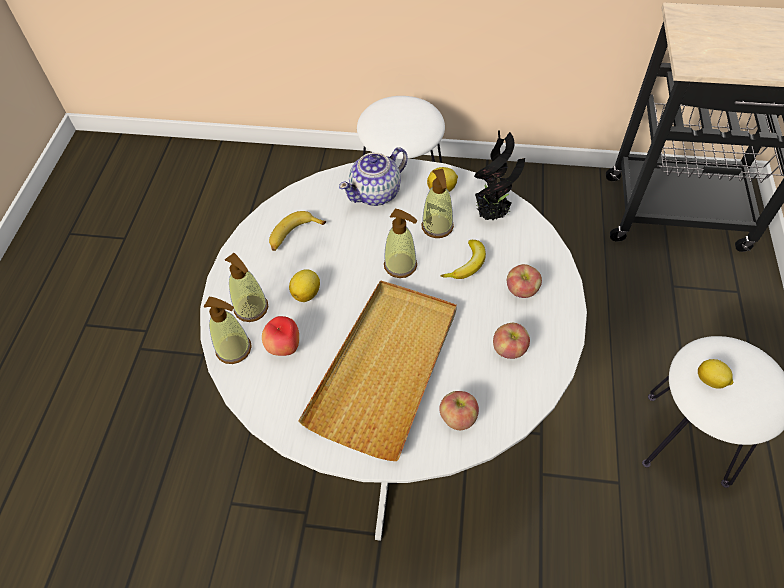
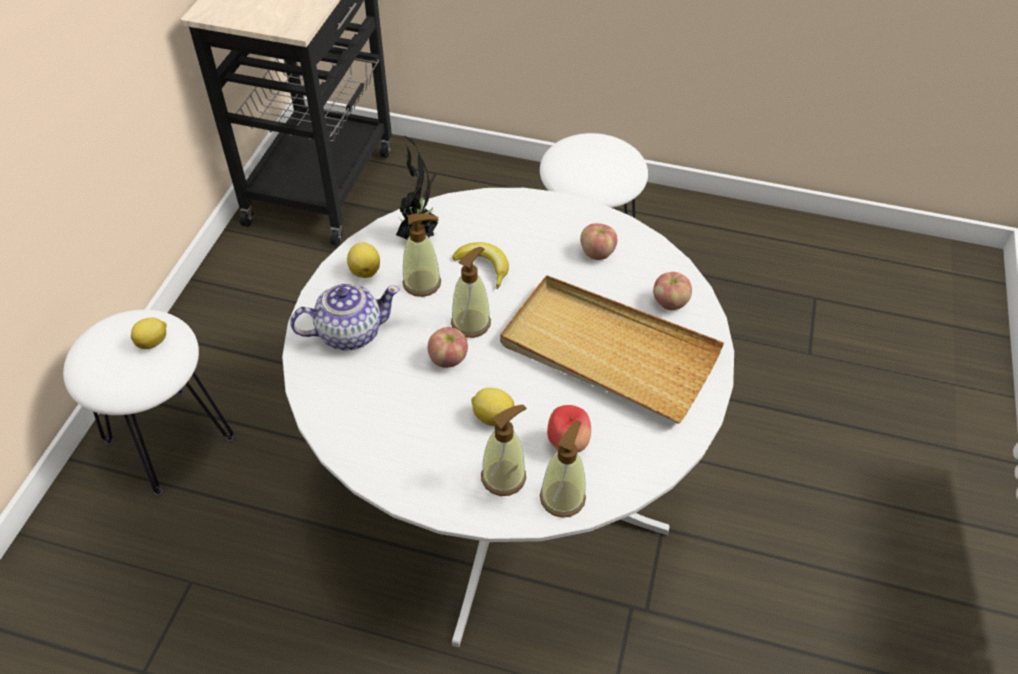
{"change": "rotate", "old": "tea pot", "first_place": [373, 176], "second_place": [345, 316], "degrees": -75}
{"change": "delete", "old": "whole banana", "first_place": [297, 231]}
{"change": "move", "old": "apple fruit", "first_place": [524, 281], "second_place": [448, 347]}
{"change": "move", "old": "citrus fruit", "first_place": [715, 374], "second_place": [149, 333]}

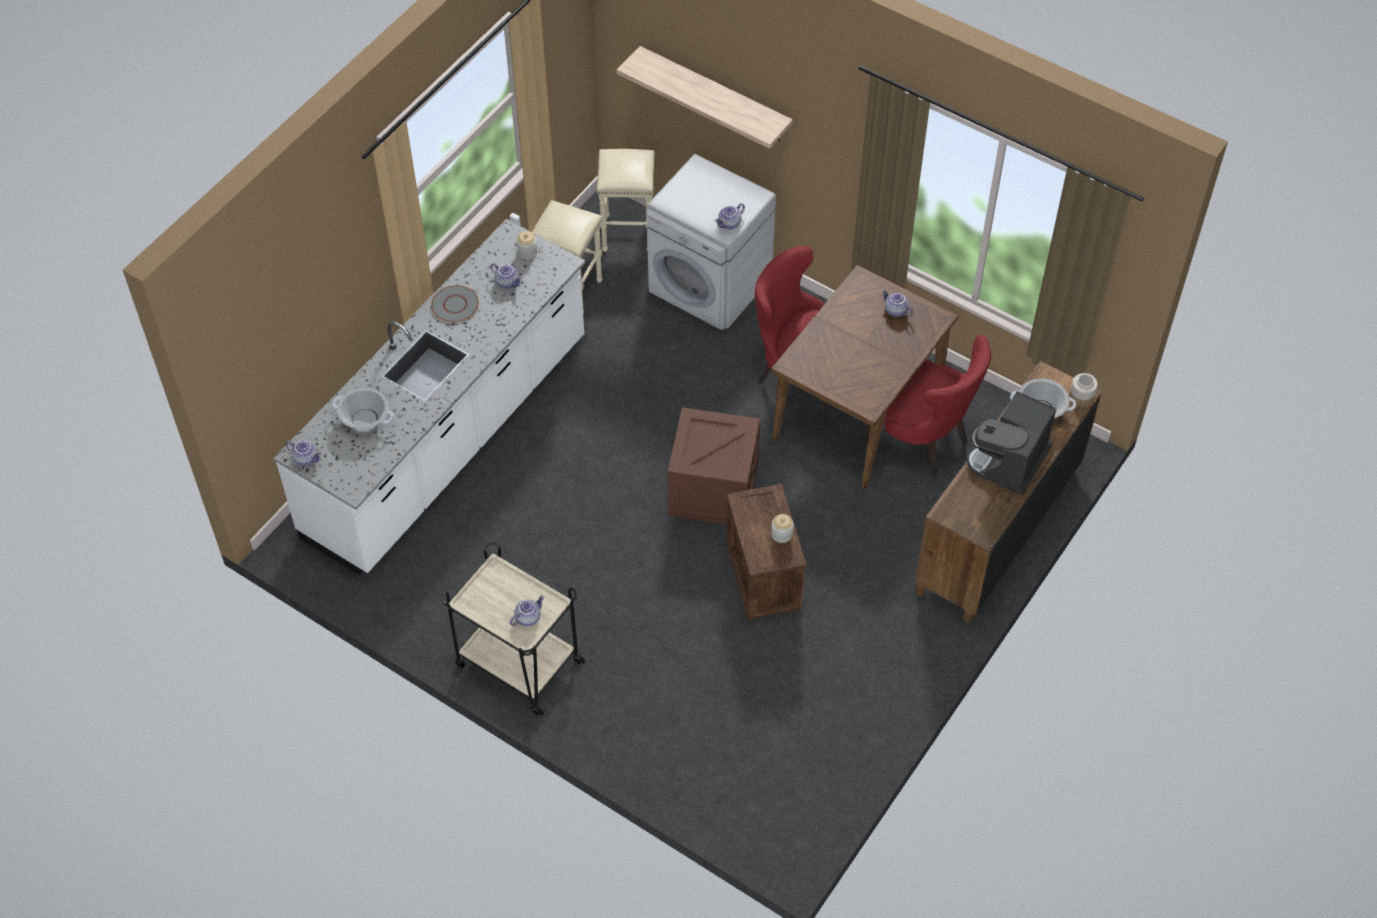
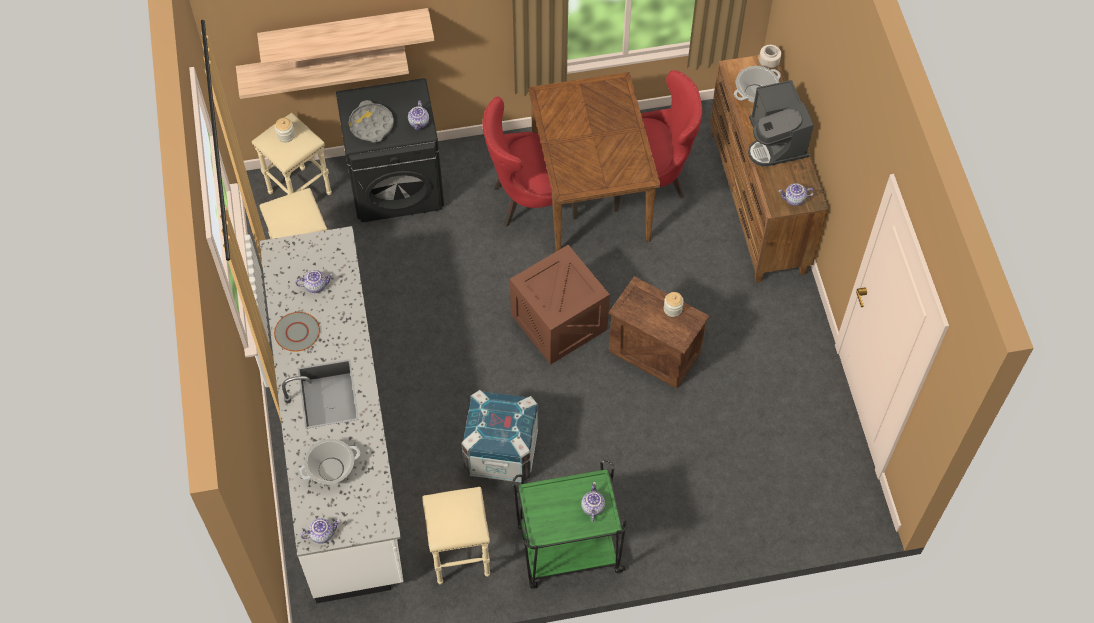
{"change": "recolor", "old": "washing machine (white-coloured)", "new": "washing machine (black-coloured)", "first_place": [711, 242], "second_place": [390, 150]}
{"change": "move", "old": "jar", "first_place": [527, 245], "second_place": [285, 130]}
{"change": "move", "old": "tea pot", "first_place": [897, 303], "second_place": [796, 194]}
{"change": "recolor", "old": "cart (sand-coloured)", "new": "cart (green)", "first_place": [513, 629], "second_place": [570, 524]}
{"change": "insert", "new": "bracket shelf", "second_place": [322, 72]}
{"change": "insert", "new": "serving tray (gray)", "second_place": [371, 121]}
{"change": "insert", "new": "packing crate", "second_place": [499, 436]}
{"change": "insert", "new": "stool (sand-coloured)", "second_place": [456, 536]}

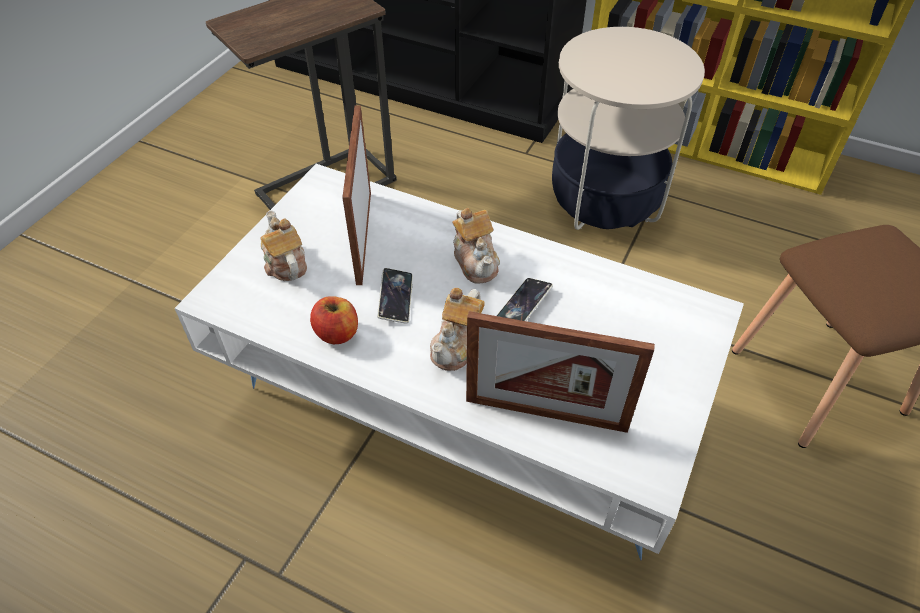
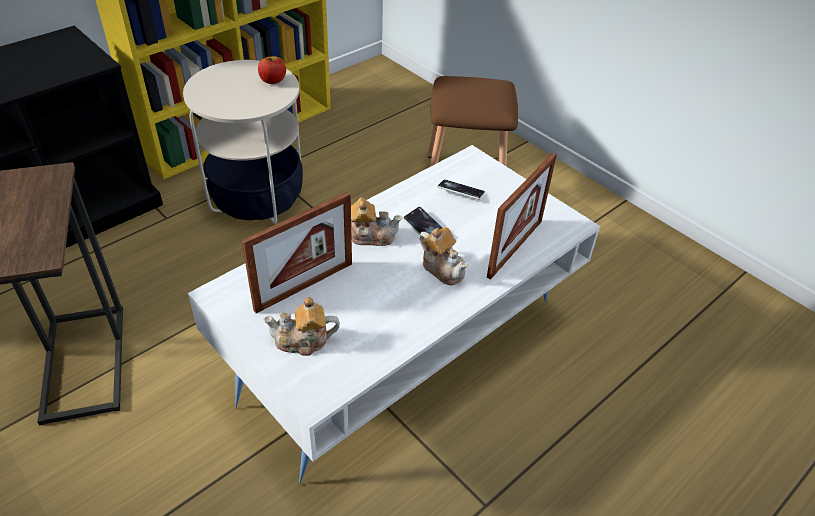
{"change": "rotate", "old": "standing frame", "first_place": [356, 195], "second_place": [296, 253], "degrees": -60}
{"change": "move", "old": "telephone", "first_place": [395, 296], "second_place": [461, 189]}
{"change": "move", "old": "apple fruit", "first_place": [334, 320], "second_place": [272, 70]}

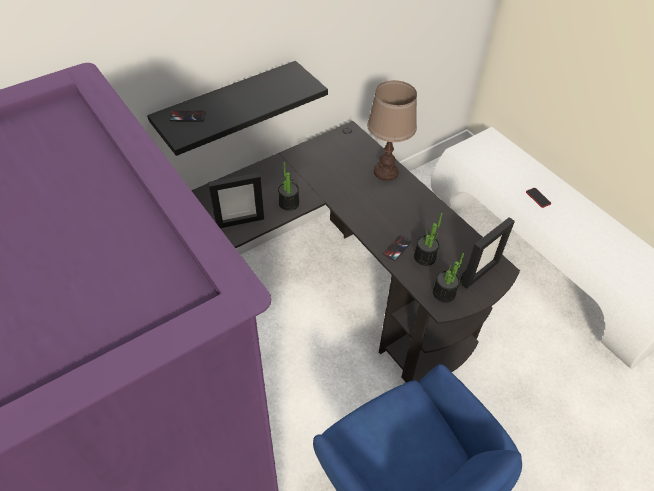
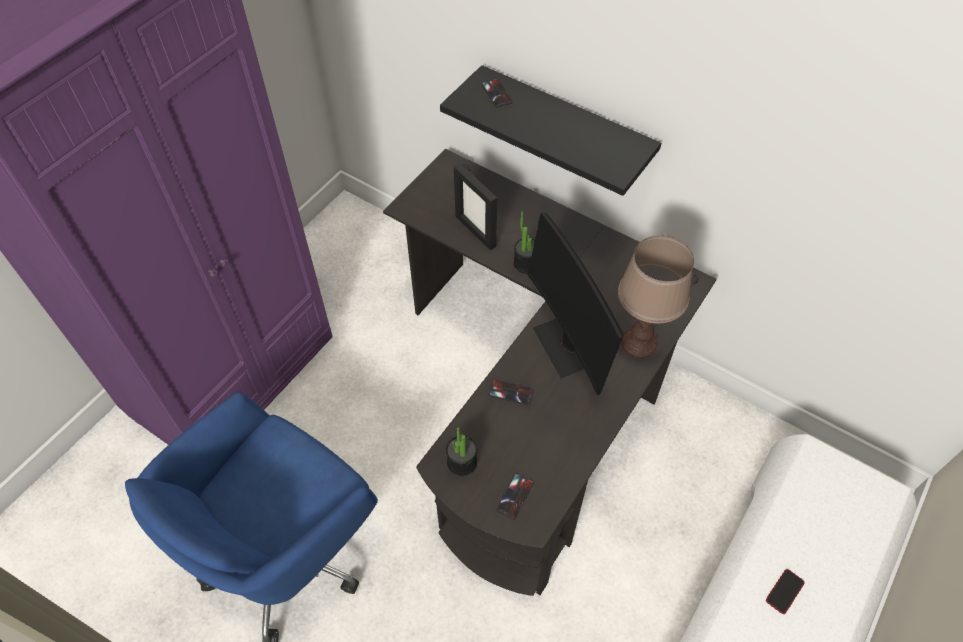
{"change": "delete", "old": "plant in a pot", "first_place": [428, 239]}
{"change": "replace", "old": "standing frame", "new": "telephone", "first_place": [487, 253], "second_place": [515, 496]}
{"change": "insert", "new": "computer screen", "second_place": [576, 303]}

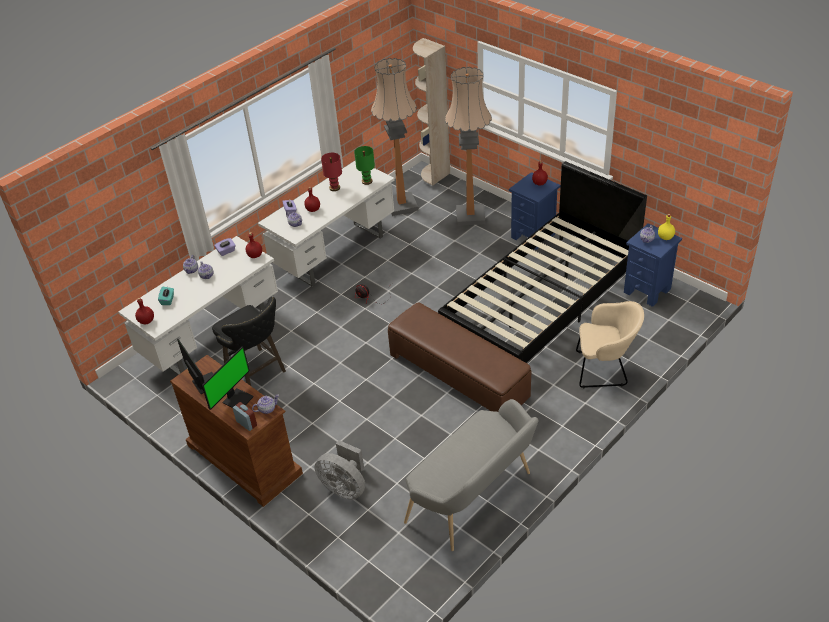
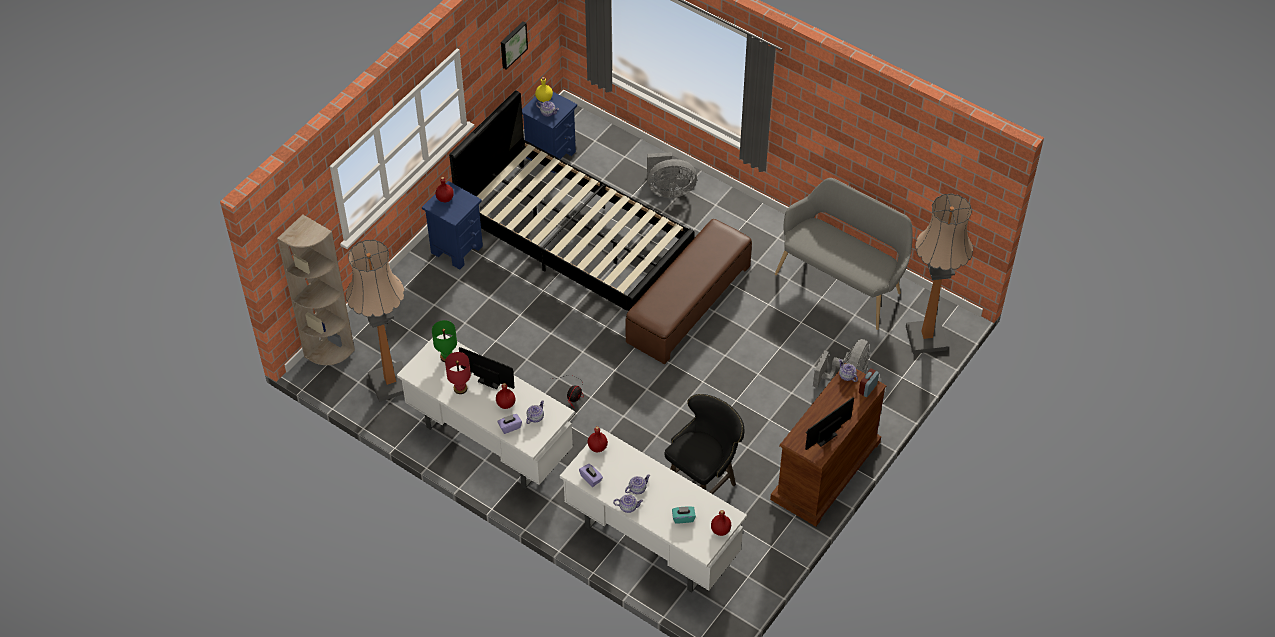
{"change": "move", "old": "standing lamp", "first_place": [468, 146], "second_place": [939, 273]}
{"change": "replace", "old": "lounge chair (sand-coloured)", "new": "fan (gray)", "first_place": [610, 345], "second_place": [672, 175]}
{"change": "move", "old": "computer screen", "first_place": [228, 378], "second_place": [487, 368]}
{"change": "insert", "new": "picture", "second_place": [514, 46]}

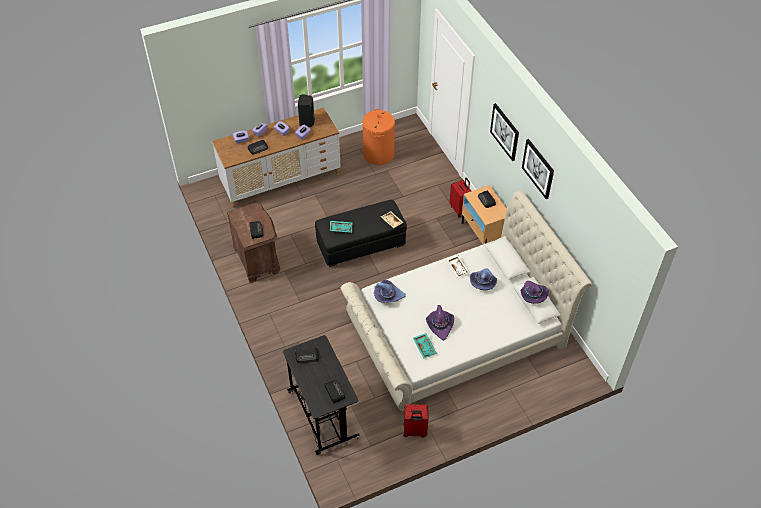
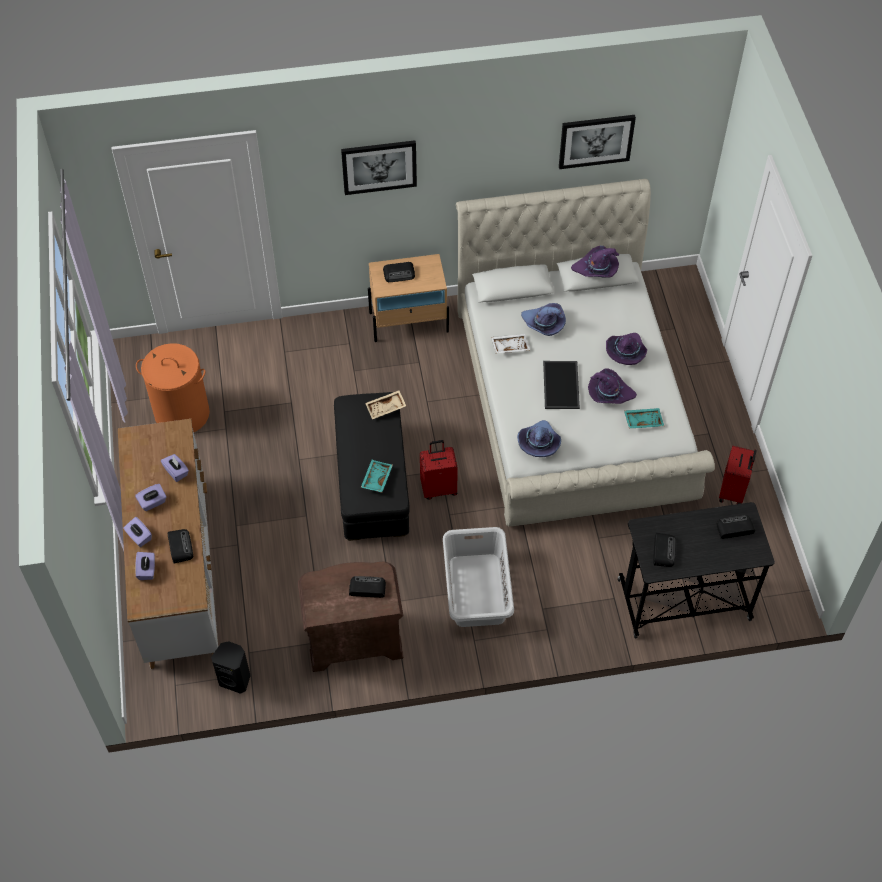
{"change": "move", "old": "audio speaker (black-coloured)", "first_place": [306, 110], "second_place": [231, 667]}
{"change": "move", "old": "picture", "first_place": [538, 169], "second_place": [597, 142]}
{"change": "move", "old": "travel case (red)", "first_place": [460, 198], "second_place": [439, 470]}
{"change": "insert", "new": "clothing hat (purple-coloured)", "second_place": [626, 349]}
{"change": "insert", "new": "serving tray", "second_place": [561, 385]}
{"change": "insert", "new": "laundry basket (gray)", "second_place": [478, 577]}

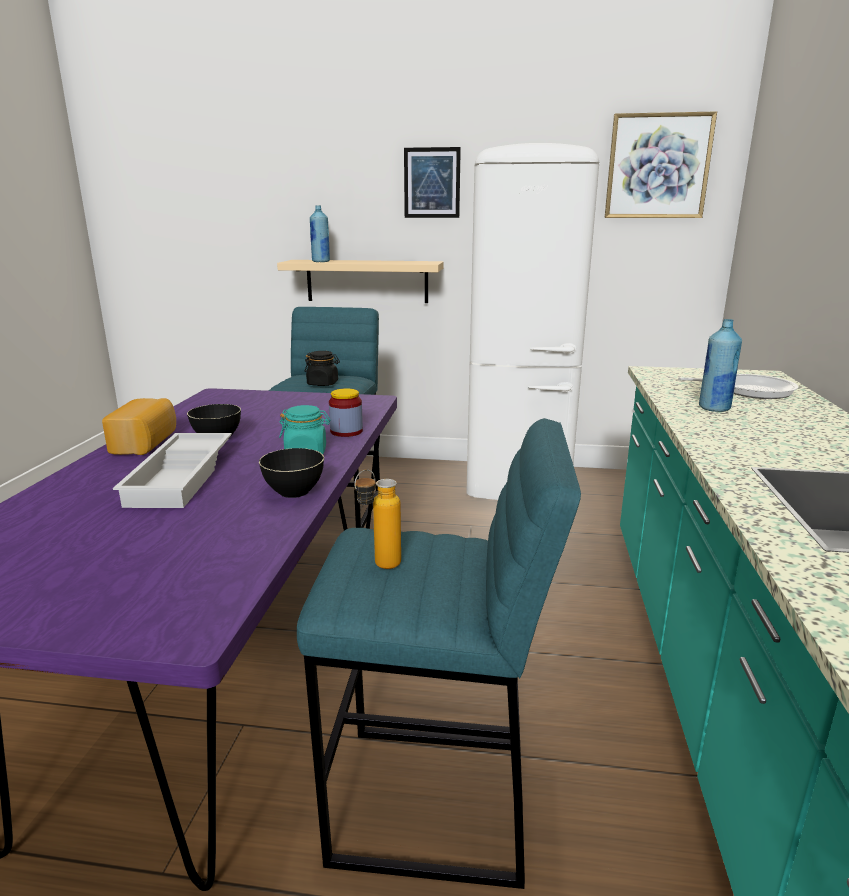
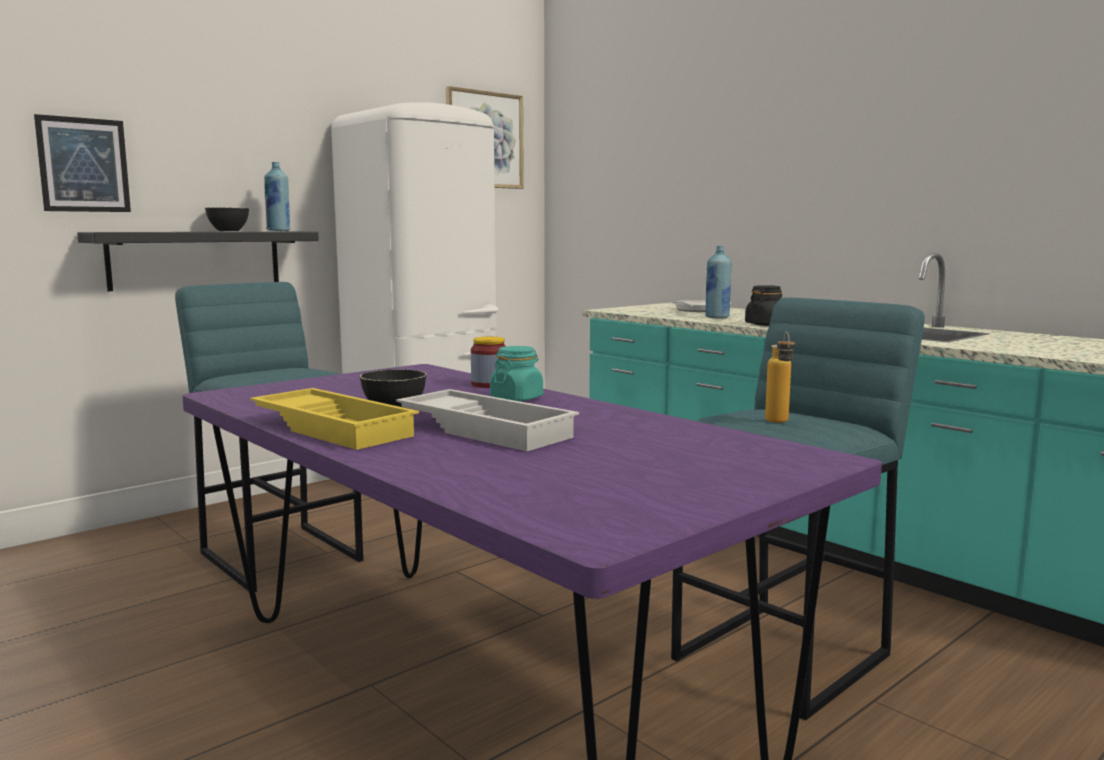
{"change": "move", "old": "picture", "first_place": [432, 182], "second_place": [82, 163]}
{"change": "move", "old": "bottle (blue)", "first_place": [320, 233], "second_place": [277, 196]}
{"change": "recolor", "old": "bracket shelf (sand-coloured)", "new": "bracket shelf (black-coloured)", "first_place": [360, 281], "second_place": [198, 261]}
{"change": "move", "old": "jar (black-coloured)", "first_place": [322, 368], "second_place": [763, 305]}
{"change": "replace", "old": "bakery bread", "new": "serving tray (yellow)", "first_place": [139, 426], "second_place": [334, 419]}
{"change": "move", "old": "serving bowl (black-coloured)", "first_place": [291, 473], "second_place": [227, 219]}

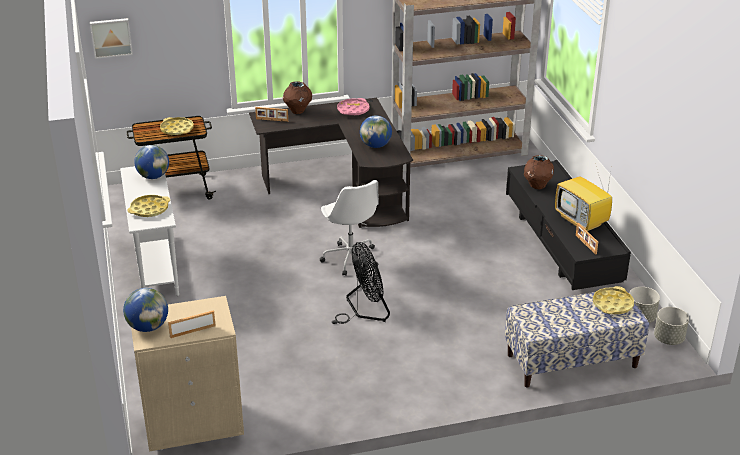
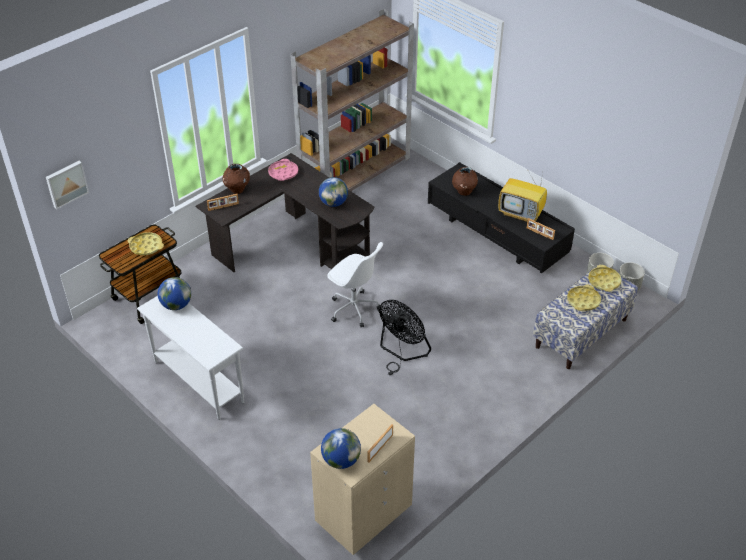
{"change": "move", "old": "serving tray (yellow)", "first_place": [148, 206], "second_place": [584, 298]}

